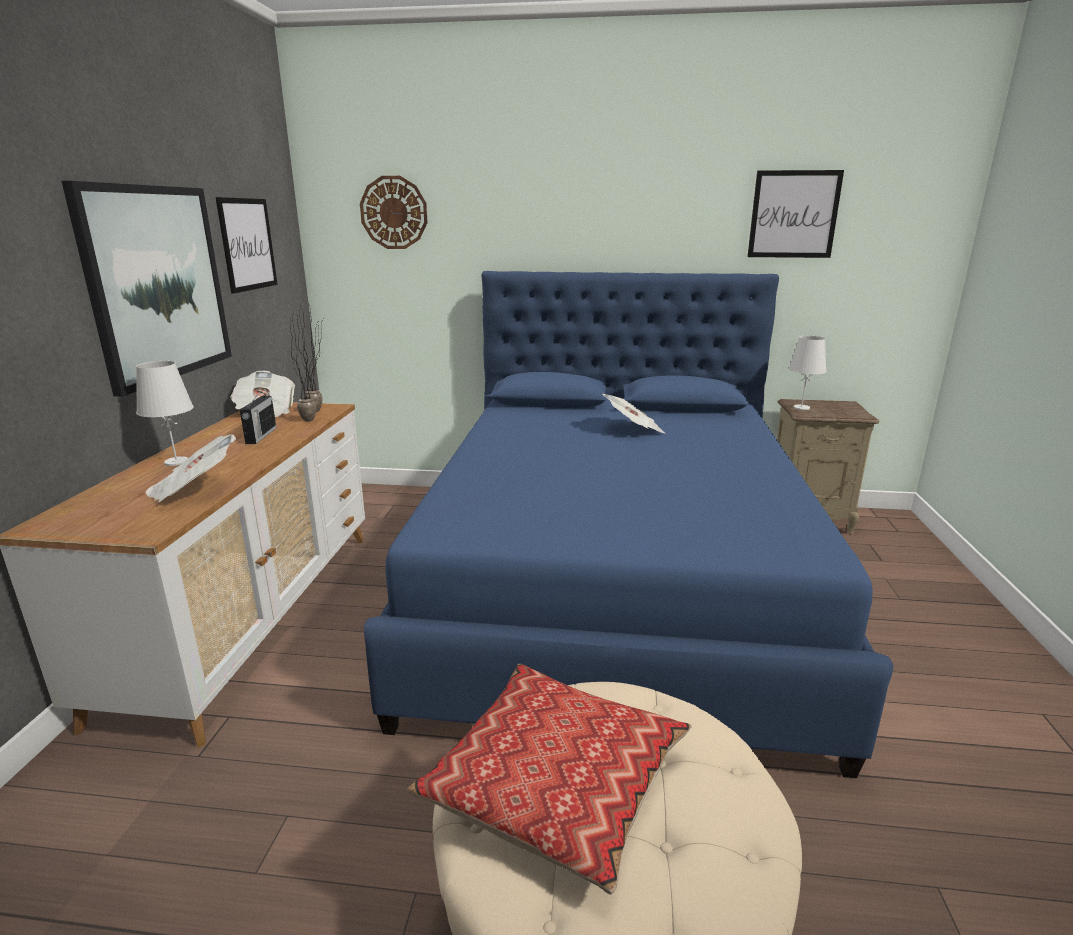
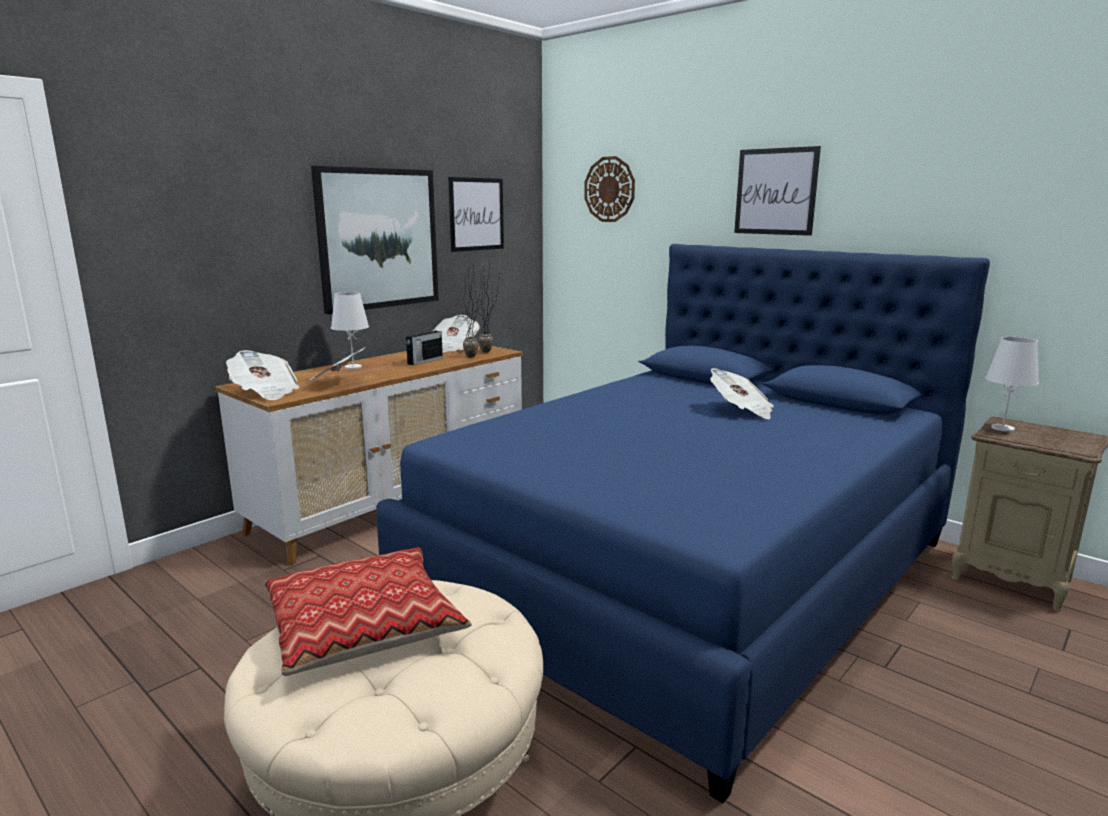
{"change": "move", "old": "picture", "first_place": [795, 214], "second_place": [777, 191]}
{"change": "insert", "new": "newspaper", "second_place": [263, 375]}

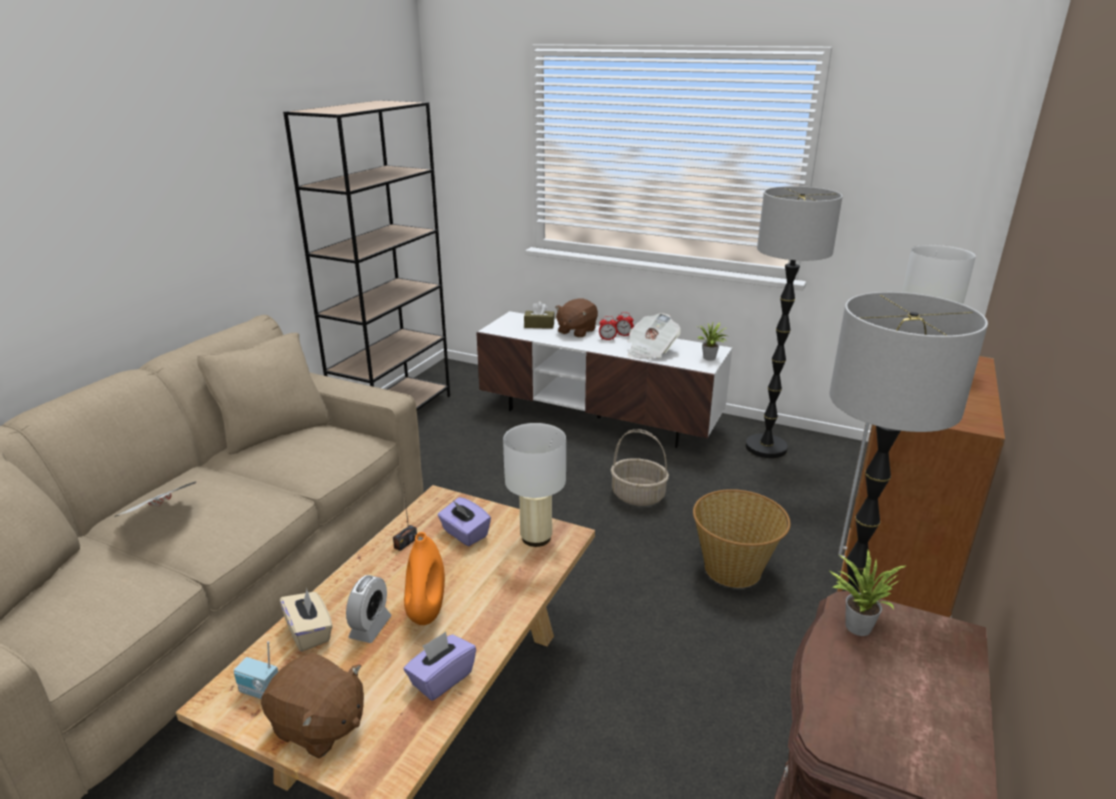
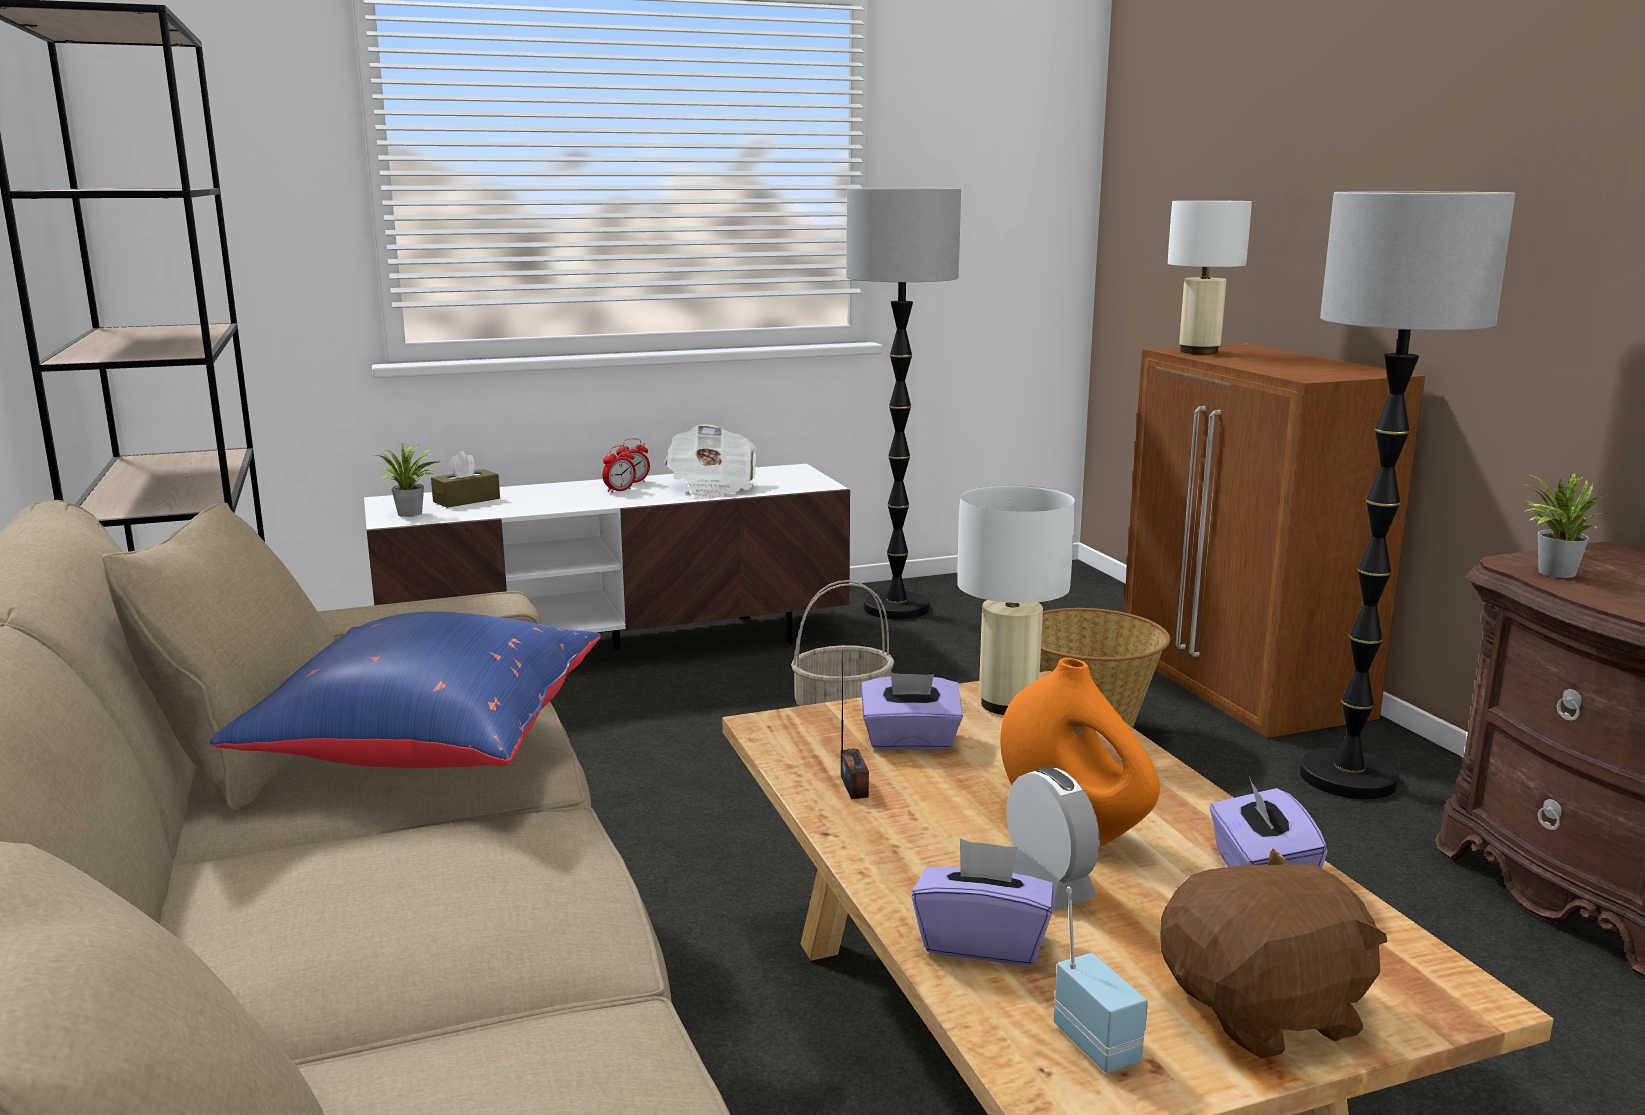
{"change": "delete", "old": "soft toy (brown)", "first_place": [576, 318]}
{"change": "move", "old": "plant in a pot", "first_place": [710, 341], "second_place": [407, 479]}
{"change": "delete", "old": "newspaper", "first_place": [156, 499]}
{"change": "recolor", "old": "box of tissues (sand-coloured)", "new": "box of tissues (purple-coloured)", "first_place": [306, 620], "second_place": [983, 901]}
{"change": "rotate", "old": "radio", "first_place": [256, 670], "second_place": [1101, 980], "degrees": -90}
{"change": "insert", "new": "throw pillow (blue)", "second_place": [405, 689]}

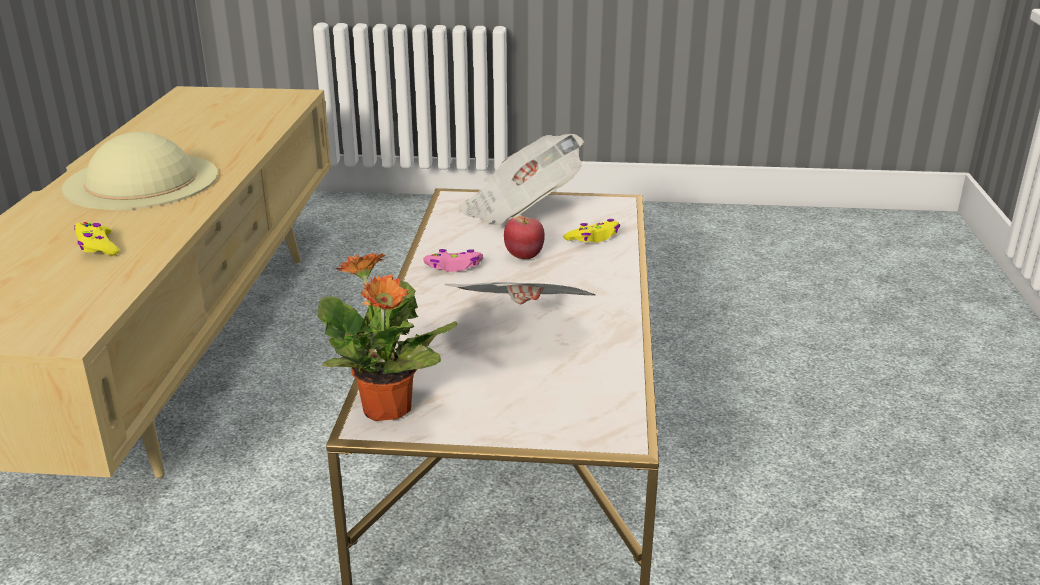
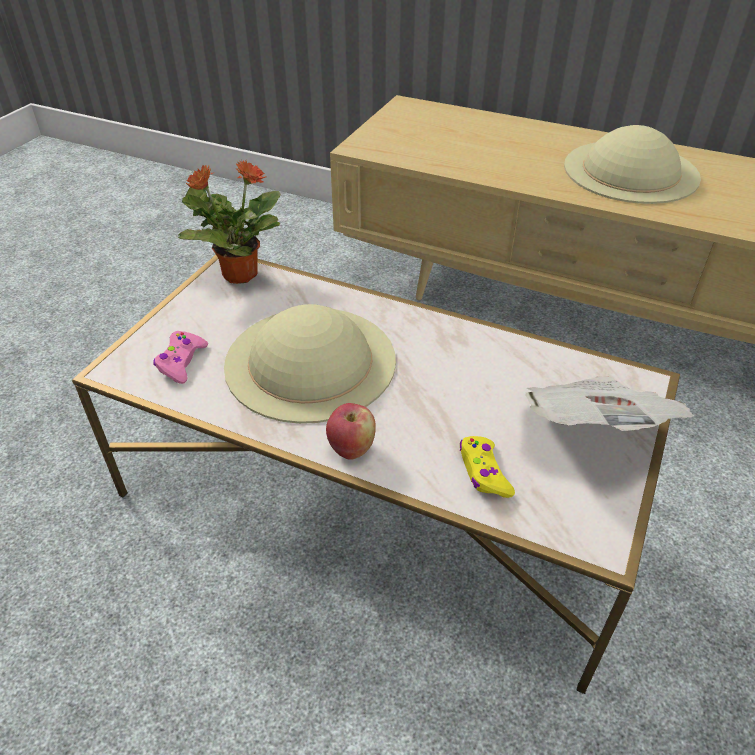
{"change": "move", "old": "apple fruit", "first_place": [524, 237], "second_place": [351, 431]}
{"change": "delete", "old": "gamepad (yellow)", "first_place": [96, 239]}
{"change": "move", "old": "gamepad (pinkish)", "first_place": [453, 260], "second_place": [180, 357]}
{"change": "replace", "old": "newspaper", "new": "clothing hat (sand-coloured)", "first_place": [520, 293], "second_place": [310, 364]}

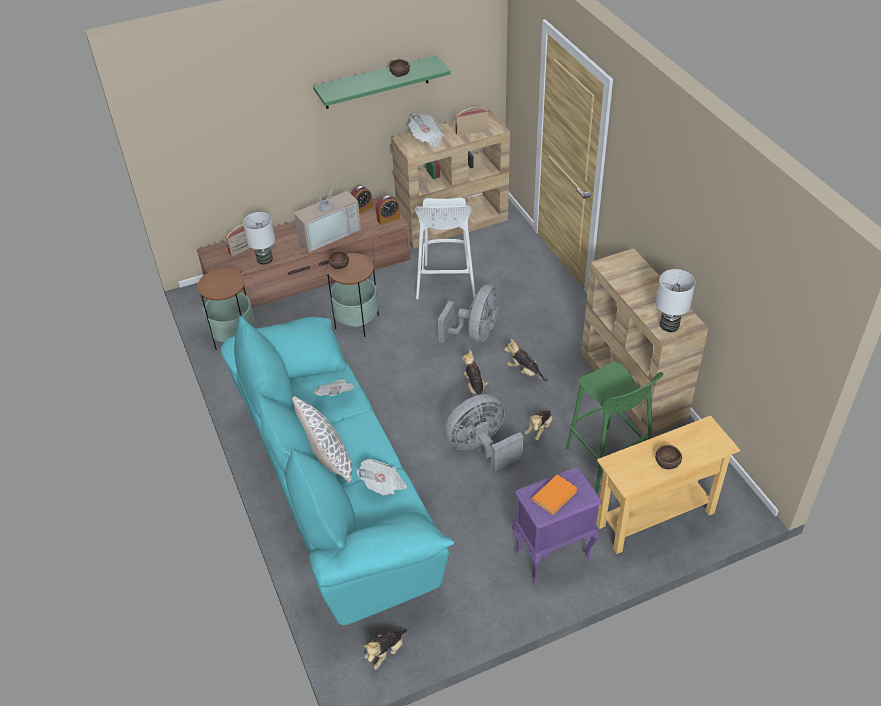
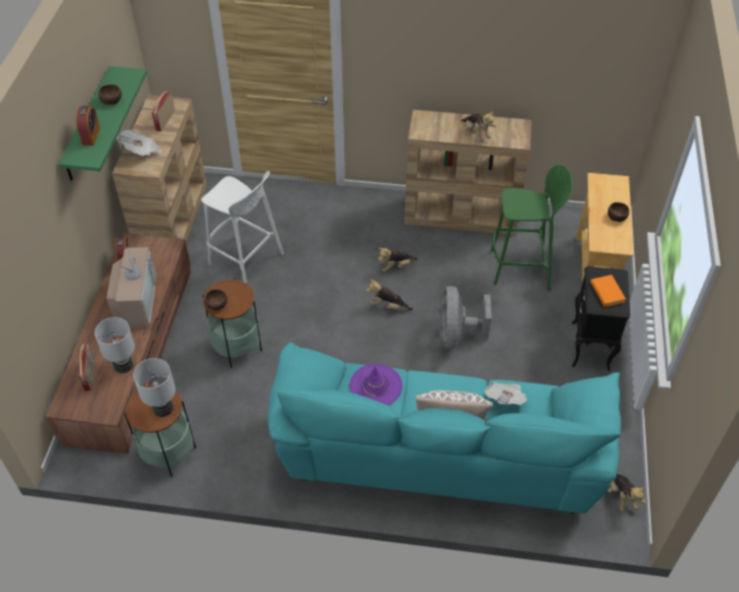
{"change": "move", "old": "alarm clock", "first_place": [388, 210], "second_place": [88, 126]}
{"change": "move", "old": "tabletop lamp (gray)", "first_place": [675, 300], "second_place": [154, 387]}
{"change": "delete", "old": "fan (gray)", "first_place": [468, 314]}
{"change": "replace", "old": "newspaper", "new": "clothing hat (purple-coloured)", "first_place": [335, 387], "second_place": [376, 385]}
{"change": "move", "old": "soft toy", "first_place": [539, 425], "second_place": [478, 126]}
{"change": "recolor", "old": "nightstand (purple-coloured)", "new": "nightstand (black-coloured)", "first_place": [557, 526], "second_place": [601, 318]}

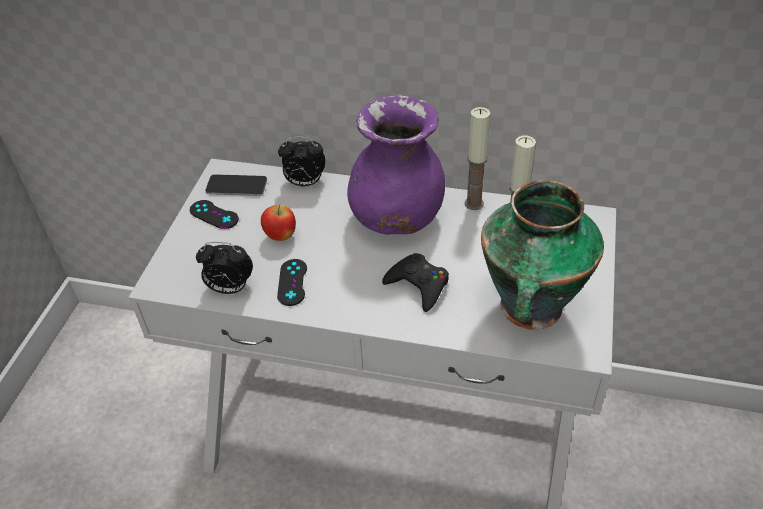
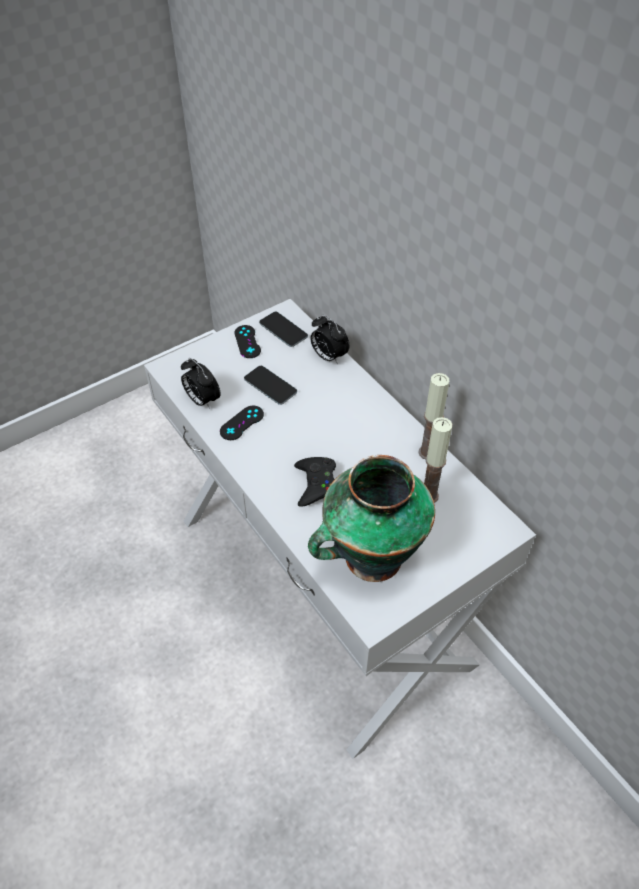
{"change": "delete", "old": "decorative vase (purple-coloured)", "first_place": [396, 164]}
{"change": "replace", "old": "apple fruit", "new": "telephone", "first_place": [278, 223], "second_place": [270, 385]}

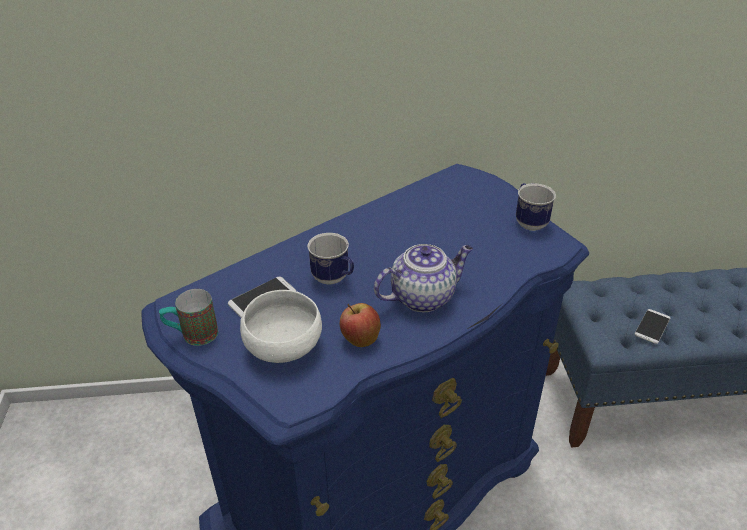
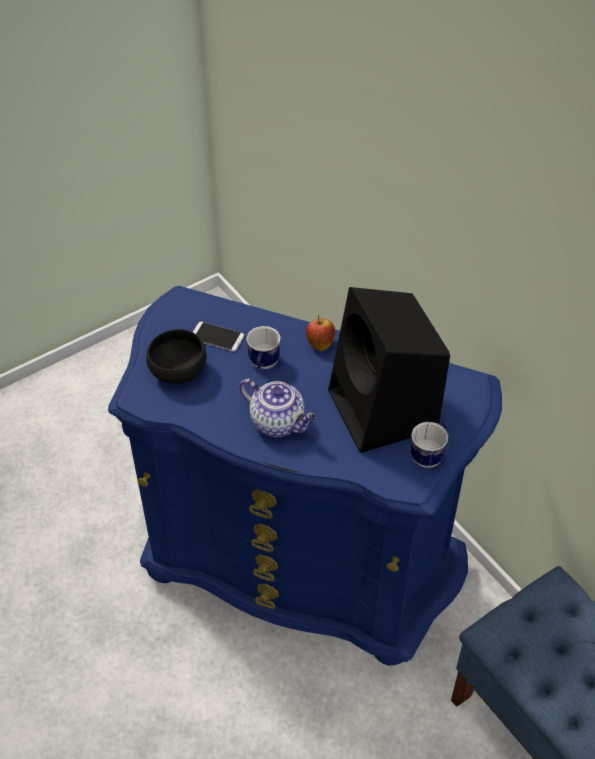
{"change": "delete", "old": "coffee mug", "first_place": [188, 317]}
{"change": "recolor", "old": "serving bowl (white-coloured)", "new": "serving bowl (black-coloured)", "first_place": [281, 326], "second_place": [176, 356]}
{"change": "move", "old": "apple fruit", "first_place": [360, 325], "second_place": [320, 333]}
{"change": "delete", "old": "telephone", "first_place": [652, 326]}
{"change": "insert", "new": "audio speaker (black-coloured)", "second_place": [389, 370]}

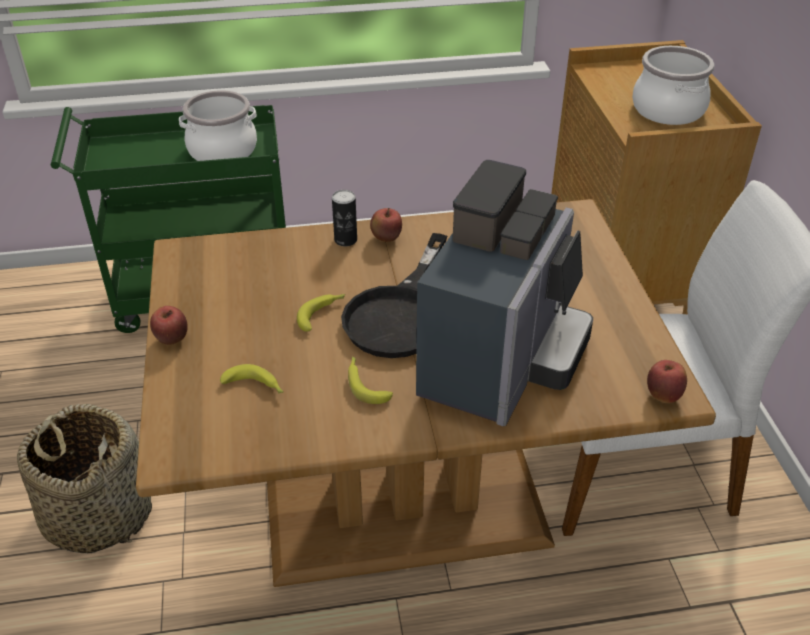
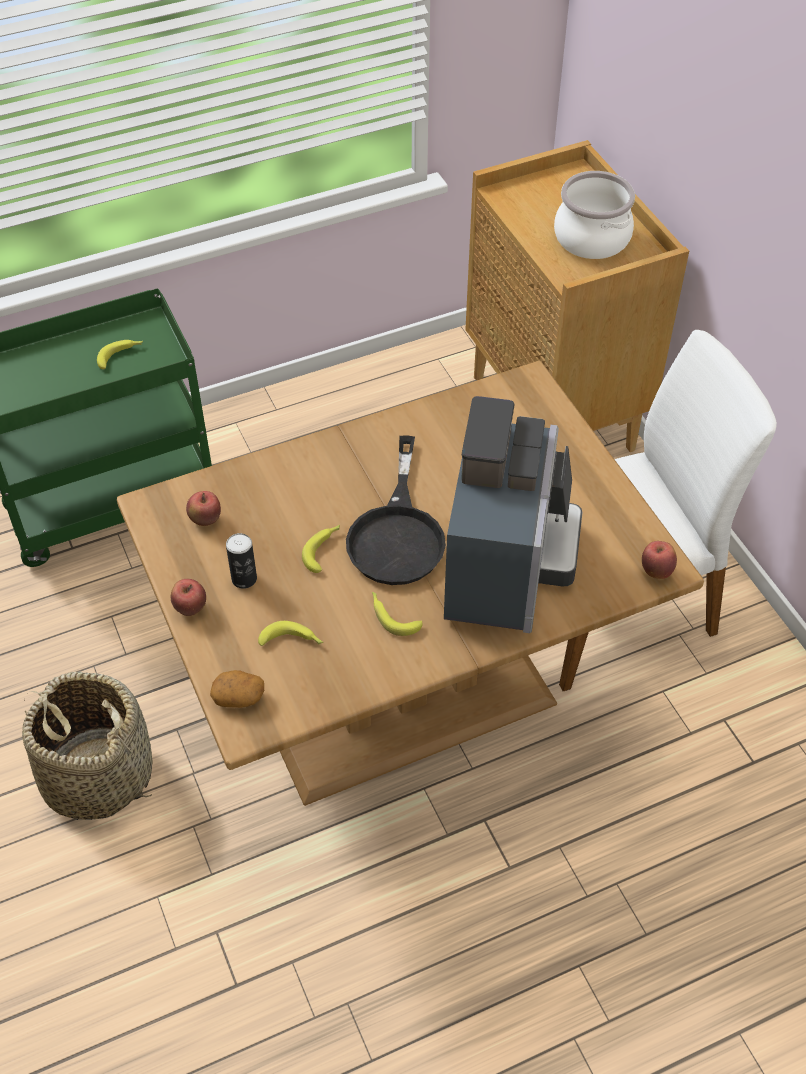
{"change": "replace", "old": "saucepot", "new": "whole banana", "first_place": [218, 125], "second_place": [120, 354]}
{"change": "move", "old": "sealed can", "first_place": [344, 218], "second_place": [241, 561]}
{"change": "move", "old": "apple fruit", "first_place": [386, 225], "second_place": [203, 508]}
{"change": "insert", "new": "potato", "second_place": [237, 689]}

